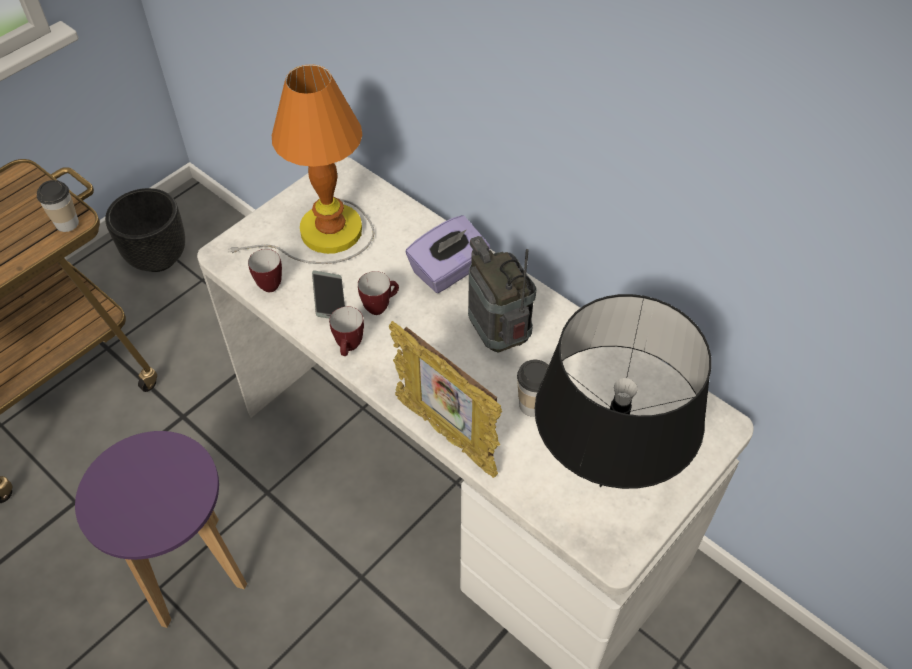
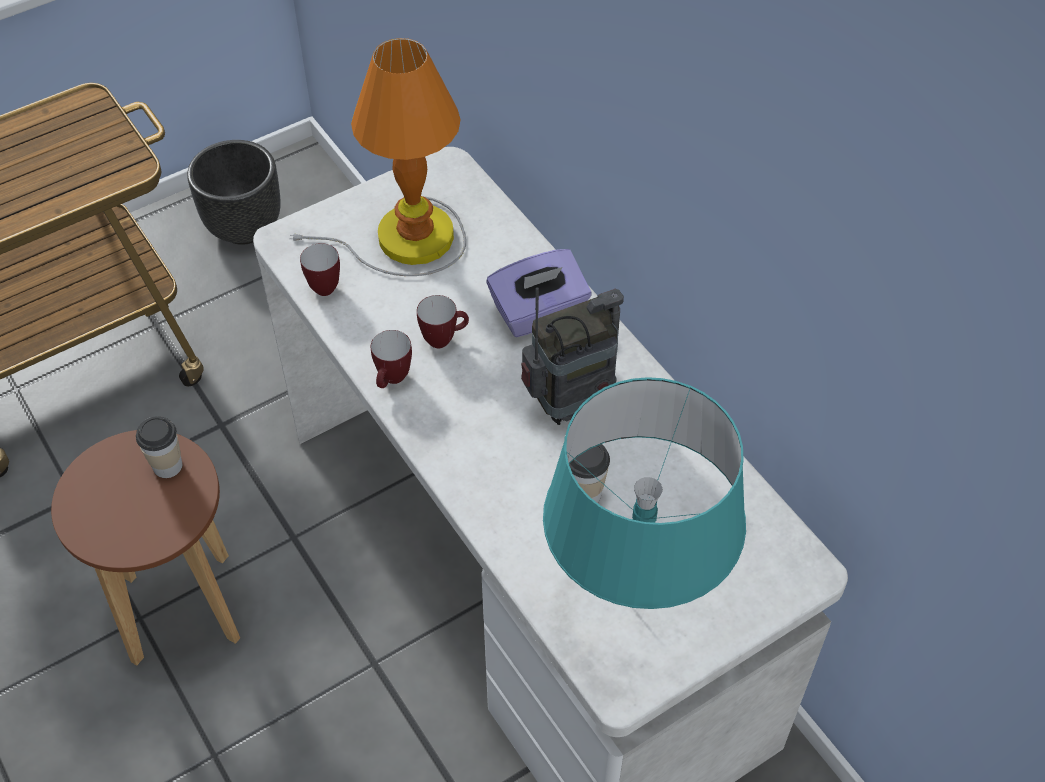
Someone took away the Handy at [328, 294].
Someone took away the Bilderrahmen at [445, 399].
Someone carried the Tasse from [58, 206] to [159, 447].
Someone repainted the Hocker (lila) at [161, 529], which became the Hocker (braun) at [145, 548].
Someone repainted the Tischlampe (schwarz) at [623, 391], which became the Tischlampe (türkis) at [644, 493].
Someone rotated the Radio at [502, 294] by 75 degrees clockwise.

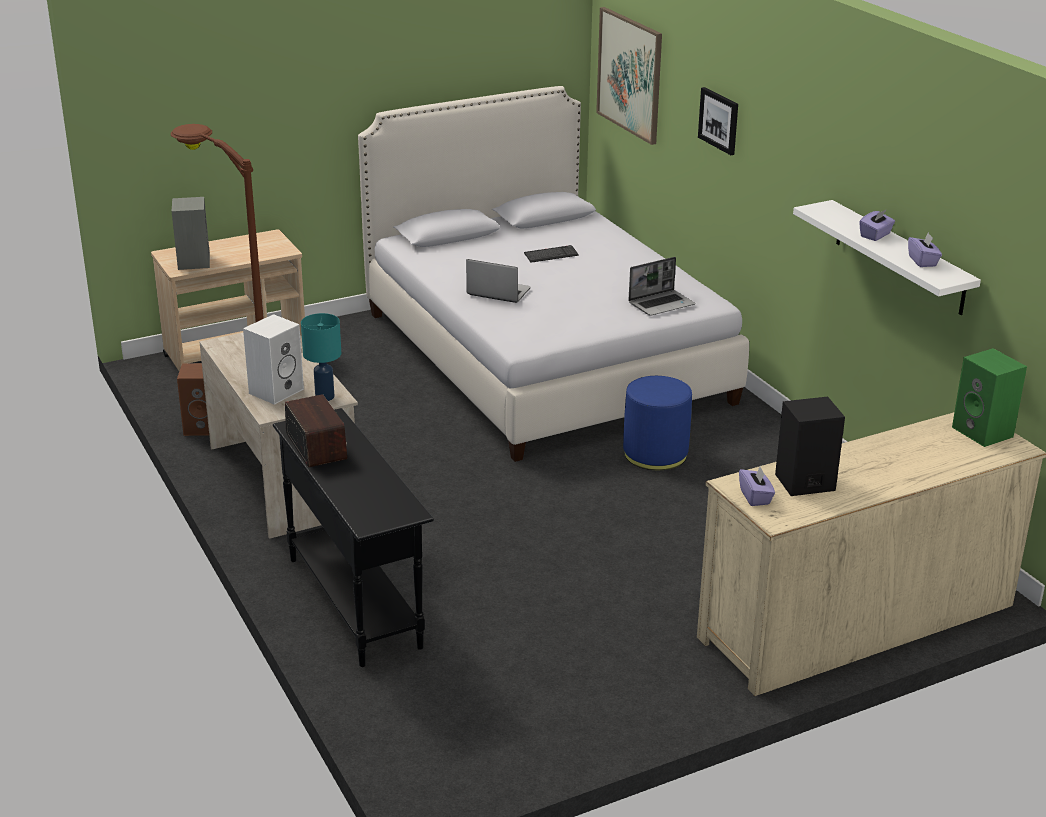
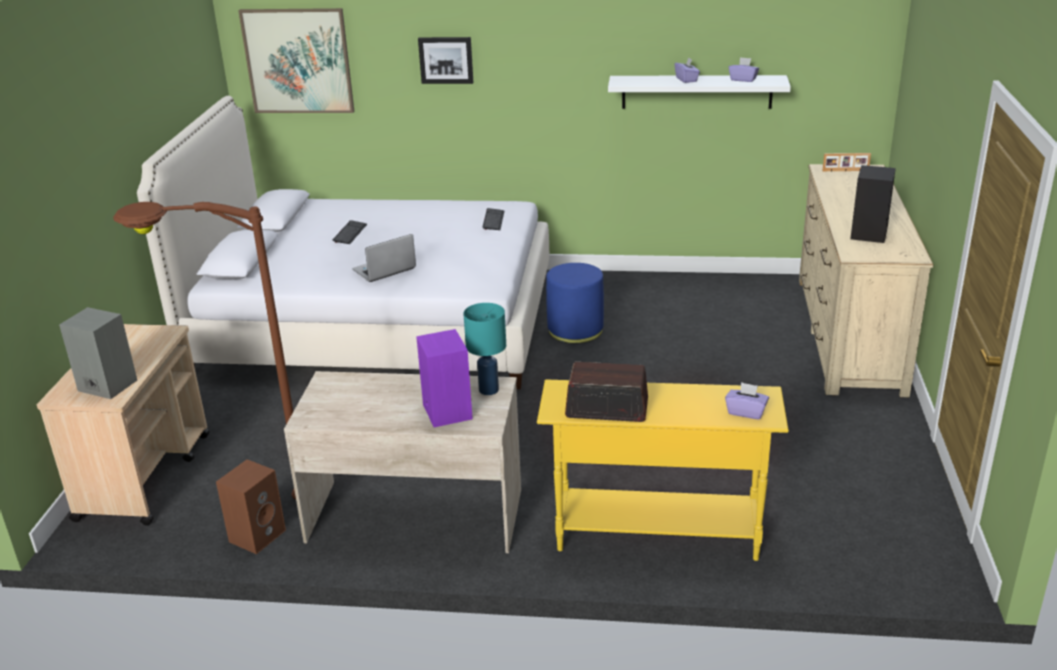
Someone carried the Taschentuchbox (lila) from [757, 486] to [747, 401].
Someone swapped the Laptop at [661, 286] for the Tastatur at [493, 219].
Someone swapped the Lautsprecher (grün) at [989, 397] for the Bilderrahmen at [846, 162].
Someone repainted the Lautsprecher (weiß) at [273, 359], which became the Lautsprecher (lila) at [444, 378].
Someone repainted the Konsolentisch (schwarz) at [353, 537], which became the Konsolentisch (gelb) at [663, 470].

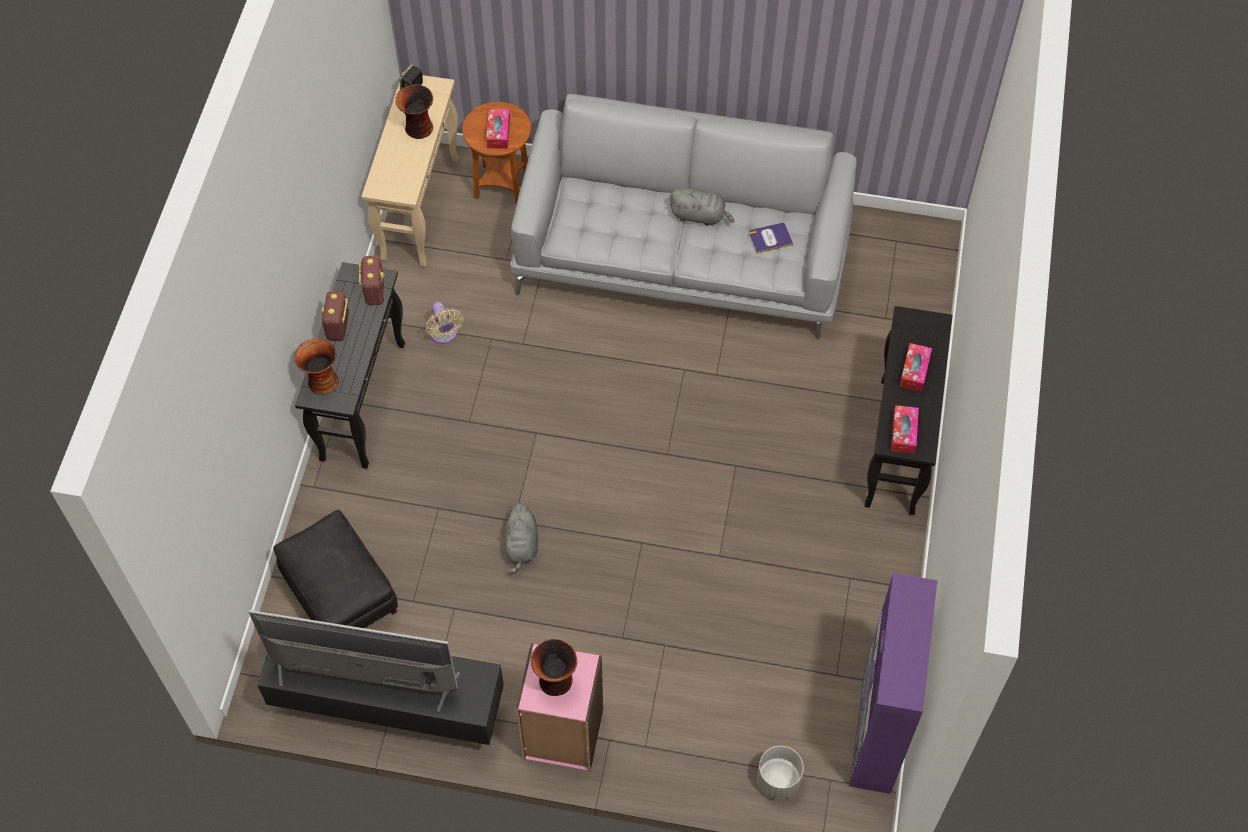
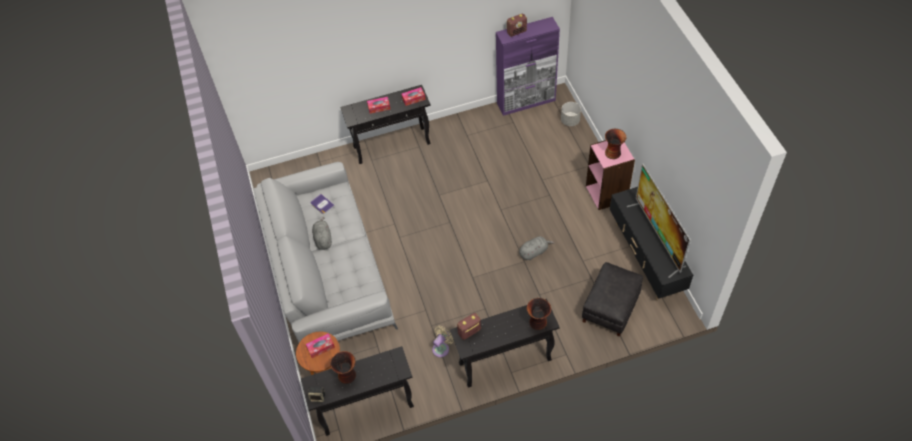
Someone carried the Radio from [335, 316] to [517, 25].
Someone repainted the Konsolentisch (beige) at [410, 169], which became the Konsolentisch (schwarz) at [357, 391].

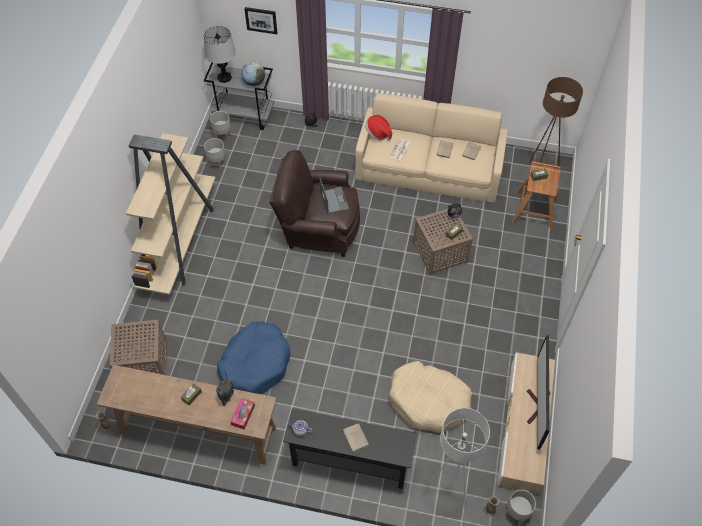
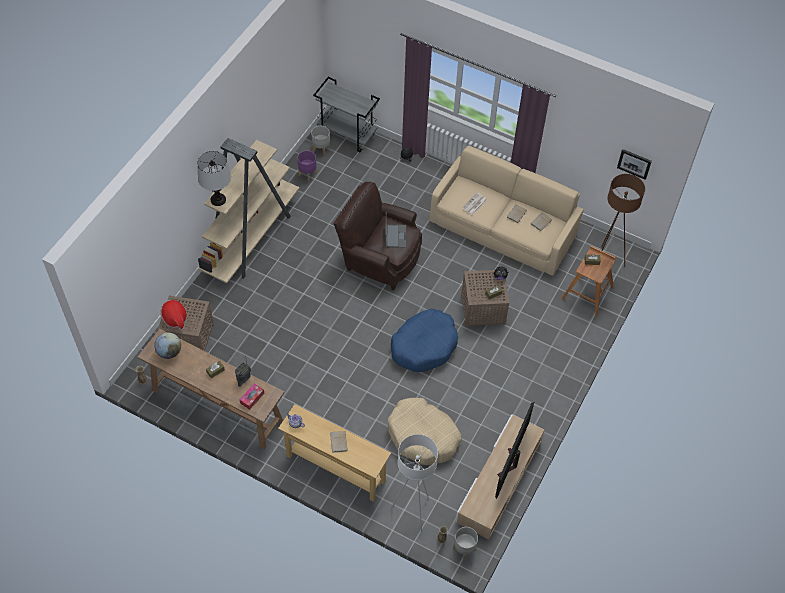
Someone carried the Tischlampe from [220, 54] to [214, 178].
Someone carried the Hundebett (blau) from [253, 357] to [424, 340].
Someone carried the Globus from [253, 74] to [167, 345].
Someone carried the Bild from [260, 20] to [634, 164].
Someone carried the Hut from [378, 128] to [173, 315].
Someone repainted the Pflanzkübel (grau) at [215, 154], which became the Pflanzkübel (lila) at [307, 166].
Someone repainted the Konsolentisch (schwarz) at [350, 448], which became the Konsolentisch (beige) at [334, 453].

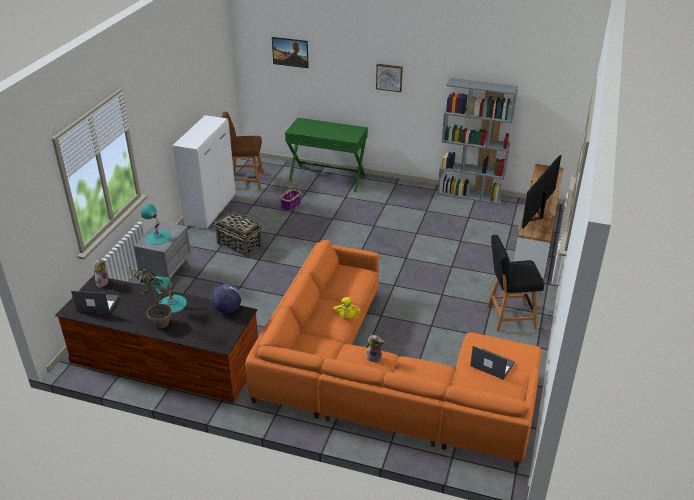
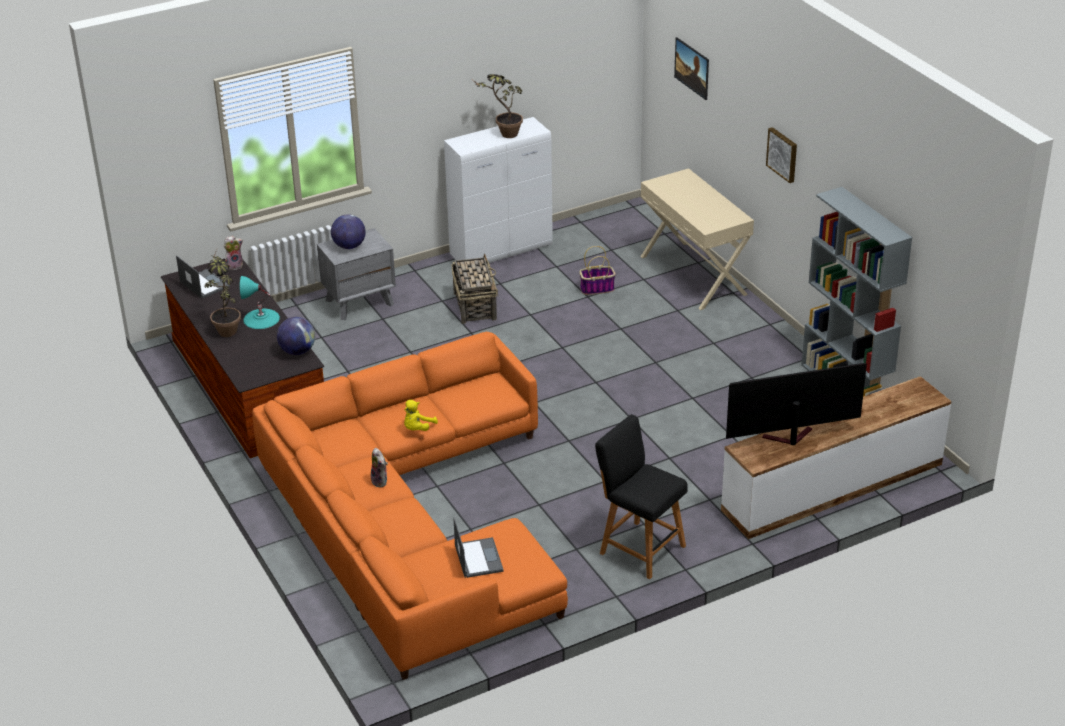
Someone took away the Hocker (braun) at [242, 150].
Someone put down the Topfpflanze at [498, 106].
Someone swapped the Tischlampe (türkis) at [156, 224] for the Globus at [348, 231].
Someone repainted the Konsolentisch (grün) at [326, 155], which became the Konsolentisch (beige) at [697, 239].

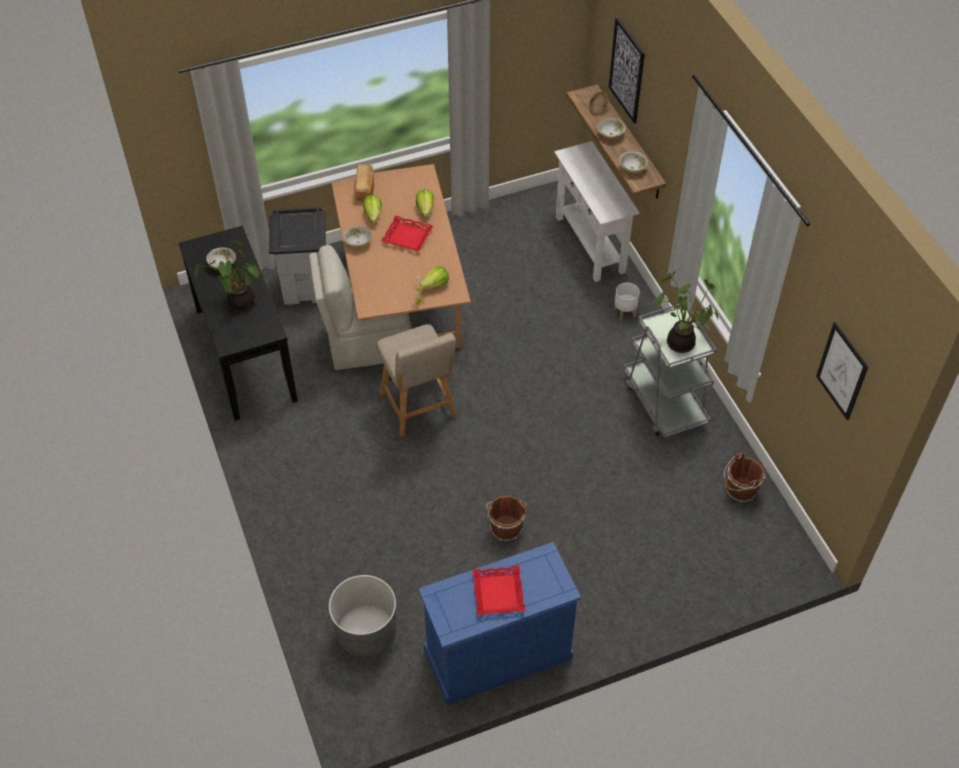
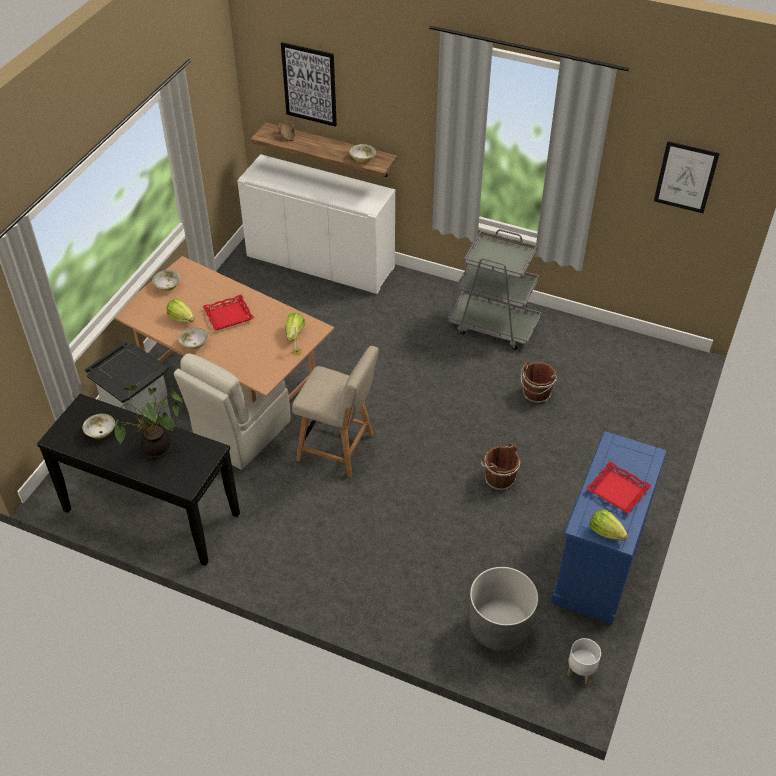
Someone took away the Brot at [364, 182].
Someone took away the Topfpflanze at [686, 312].
Someone carried the Salatkopf from [425, 203] to [608, 524].
Someone carried the Schüssel from [611, 128] to [166, 280].
Someone carried the Pflanzkübel (weiß) from [627, 301] to [584, 661].
Someone carried the Eimer (braun) from [744, 477] to [539, 383].
Someone swapped the Konsolentisch (weiß) at [597, 211] for the Schrank (weiß) at [316, 224].

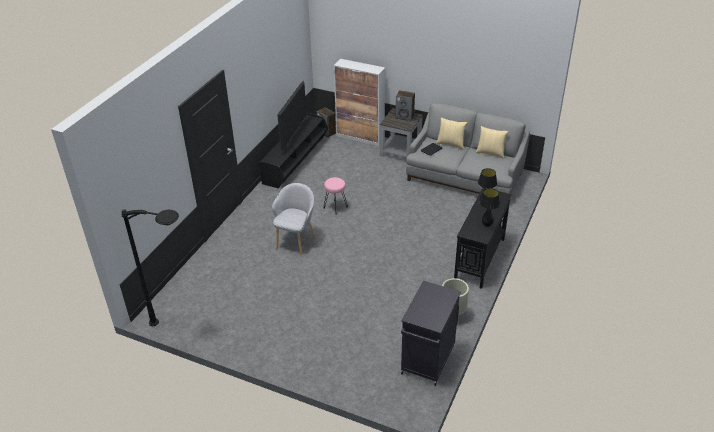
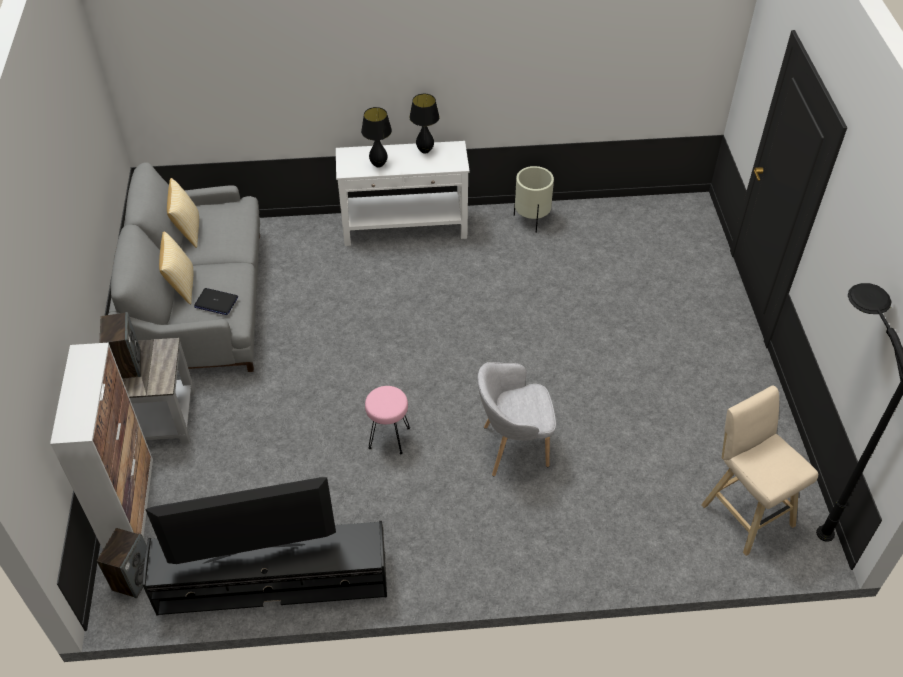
Someone took away the Schrank (schwarz) at [431, 333].
Someone put down the Hocker (beige) at [759, 470].
Someone repainted the Konsolentisch (schwarz) at [483, 238], which became the Konsolentisch (weiß) at [403, 193].

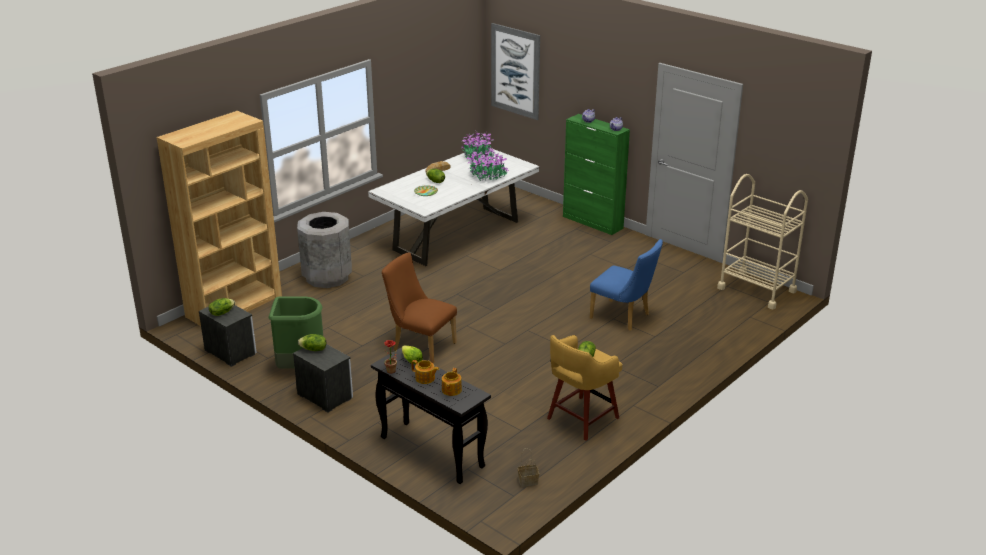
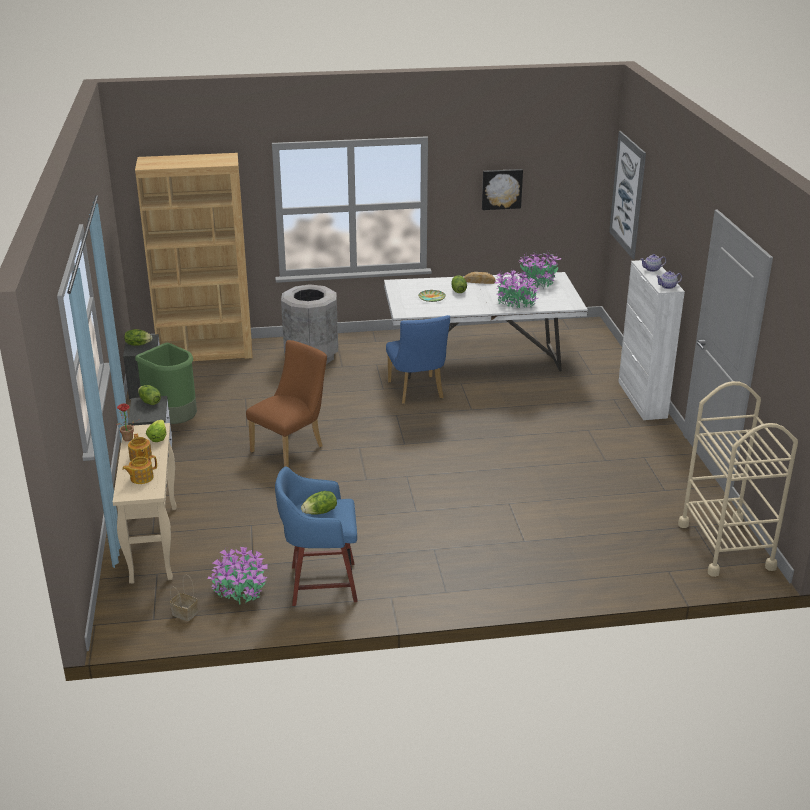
Someone put down the Topfpflanze at [238, 576].
Someone put up the Bild at [502, 189].
Someone carried the Stuhl (blau) from [626, 285] to [418, 359].
Someone repainted the Konsolentisch (schwarz) at [431, 416], which became the Konsolentisch (beige) at [145, 503].
Someone repainted the Hocker (gelb) at [584, 388], which became the Hocker (blau) at [316, 536].
Someone repainted the Schrank (grün) at [596, 174], which became the Schrank (weiß) at [651, 340].
Someone rotated the Stuhl (braun) at [419, 308] by 60 degrees clockwise.

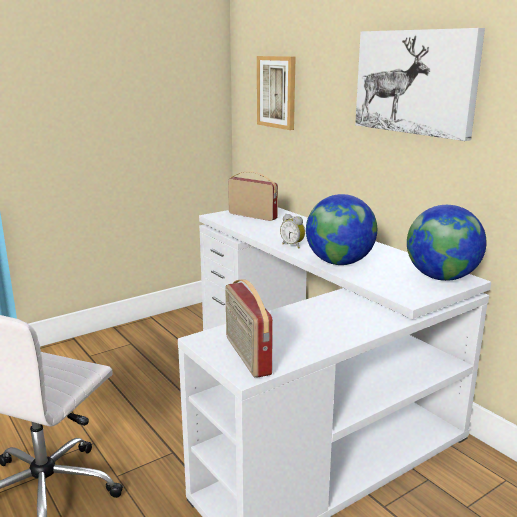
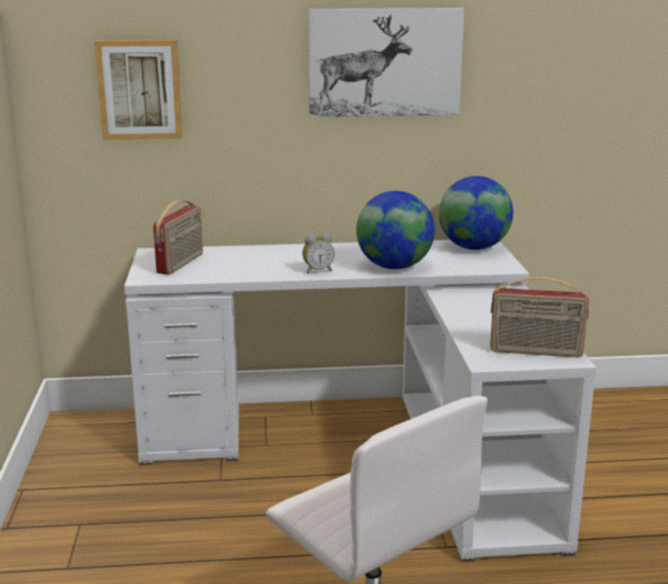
Someone rotated the Radio at [253, 196] by 135 degrees clockwise.

